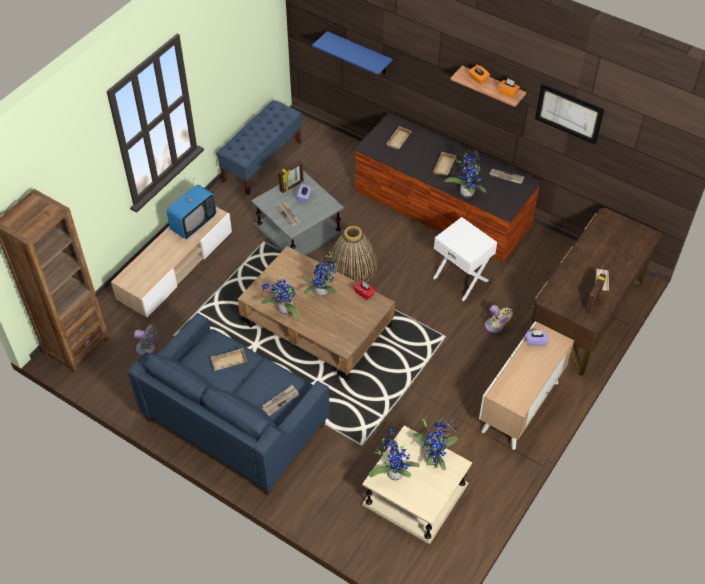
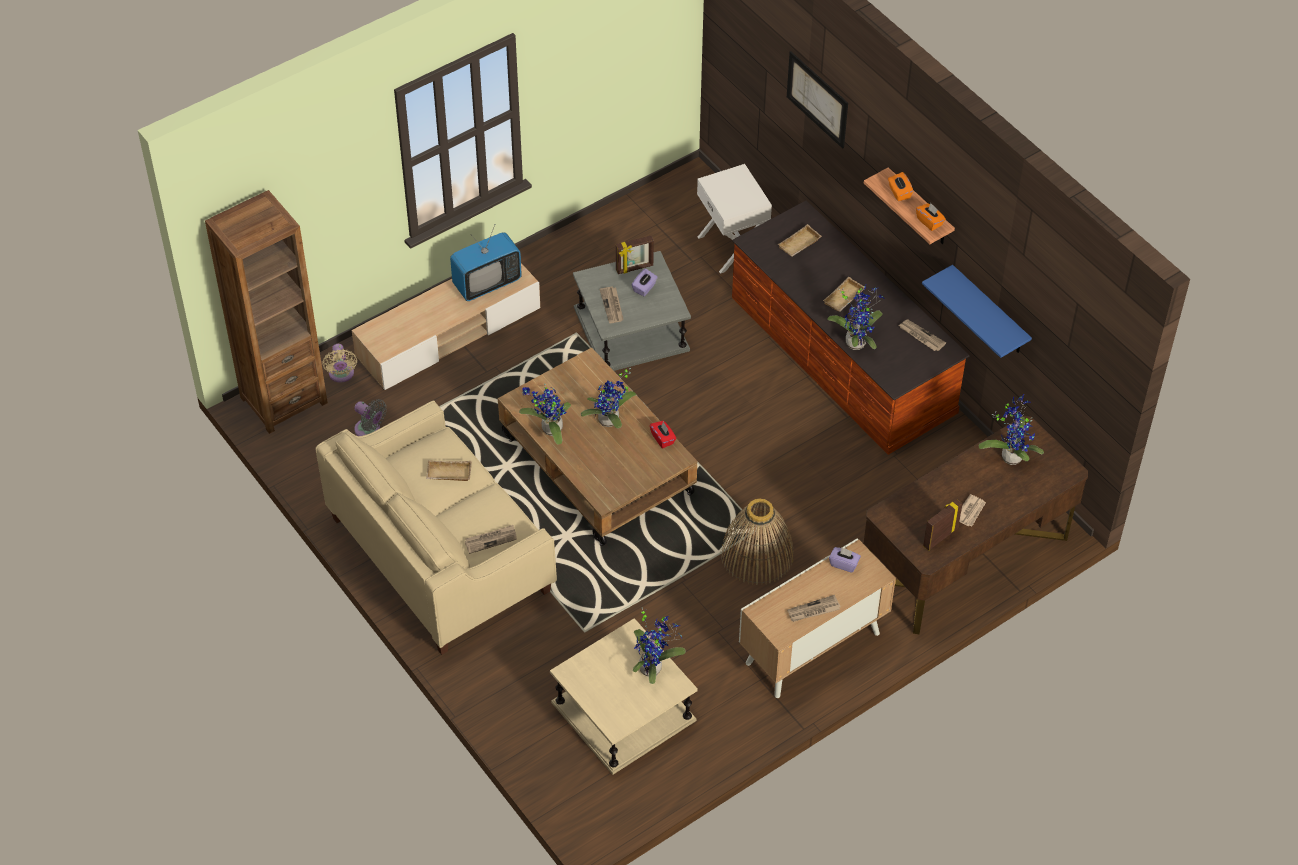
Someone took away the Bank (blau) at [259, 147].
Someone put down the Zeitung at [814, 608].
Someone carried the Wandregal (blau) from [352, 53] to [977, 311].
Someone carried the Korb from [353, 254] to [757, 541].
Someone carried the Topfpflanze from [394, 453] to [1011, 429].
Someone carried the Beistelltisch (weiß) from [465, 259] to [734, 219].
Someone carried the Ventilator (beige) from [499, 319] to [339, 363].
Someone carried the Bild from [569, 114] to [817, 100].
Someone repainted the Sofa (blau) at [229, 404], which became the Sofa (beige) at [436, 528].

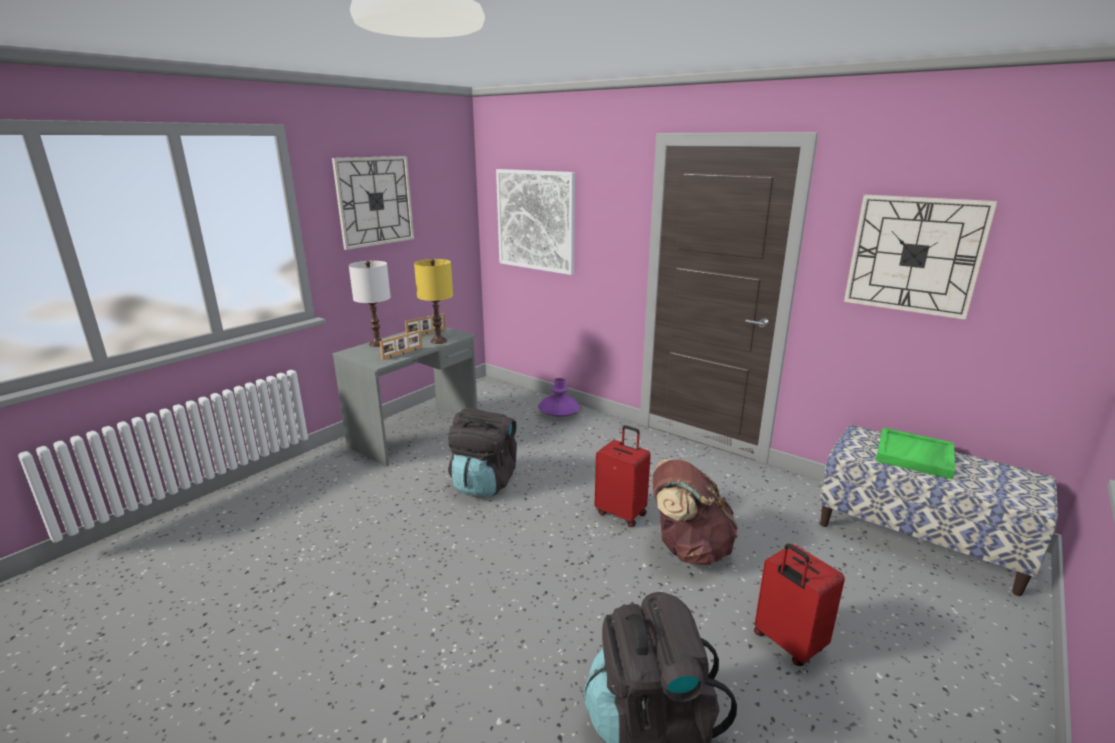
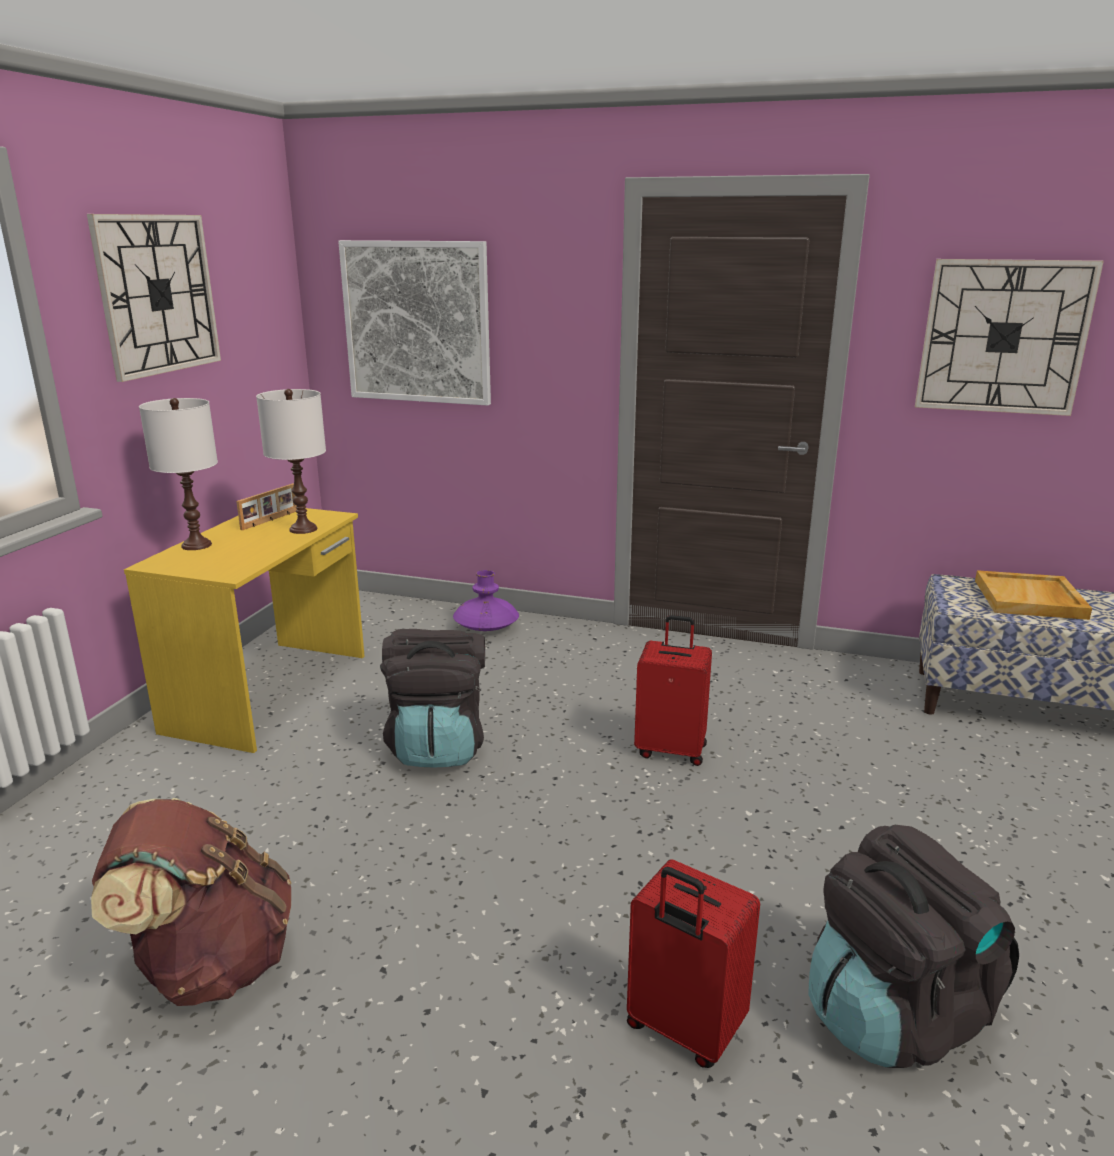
Someone took away the Bilderrahmen at [401, 345].
Someone carried the Rucksack (braun) from [695, 512] to [191, 902].
Someone carried the Koffer (rot) from [799, 605] to [693, 963].
Someone repainted the Schreibtisch (grau) at [405, 396], which became the Schreibtisch (gelb) at [244, 630].
Someone repainted the Tischlampe (gelb) at [433, 301], which became the Tischlampe (weiß) at [291, 461].
Someone repainted the Tablett (grün) at [915, 454], which became the Tablett (beige) at [1033, 595].

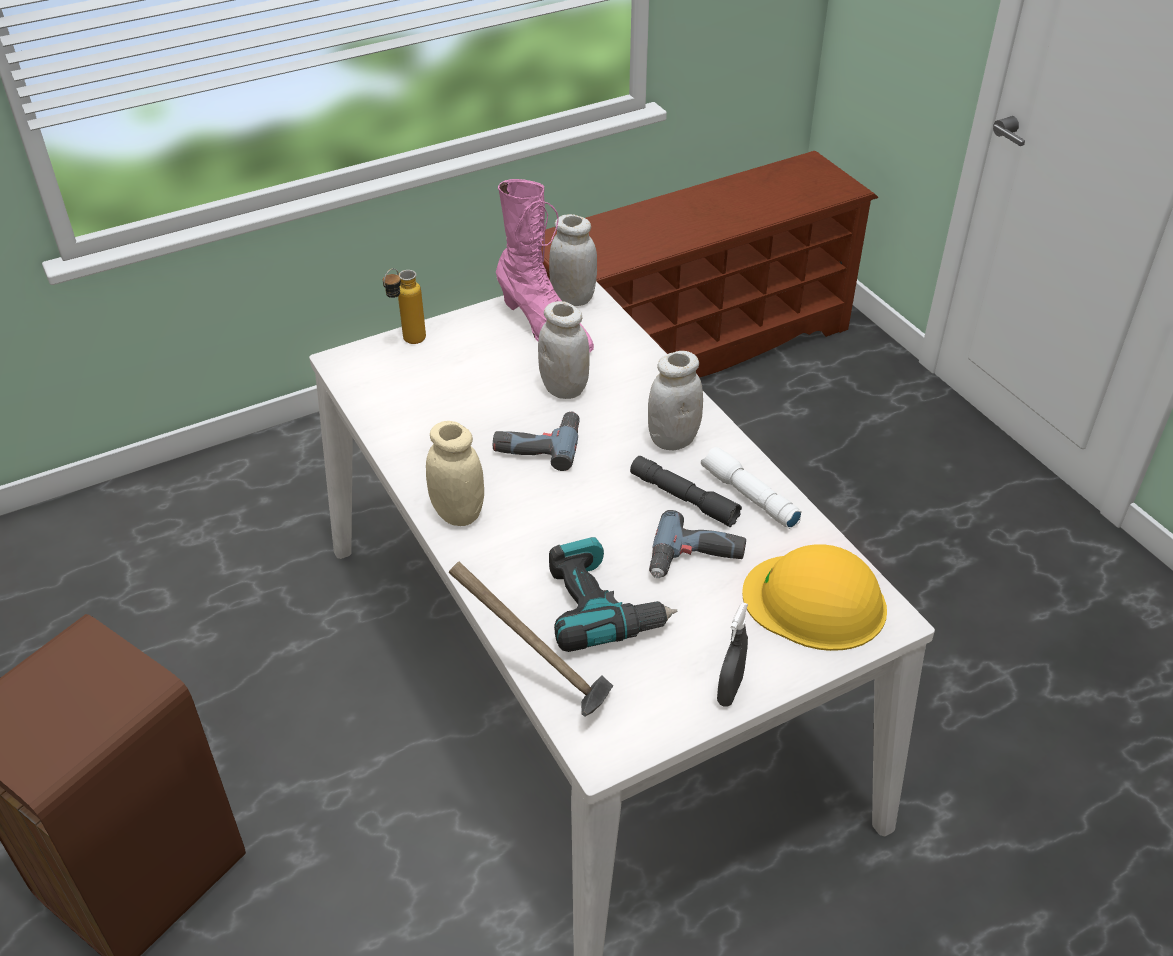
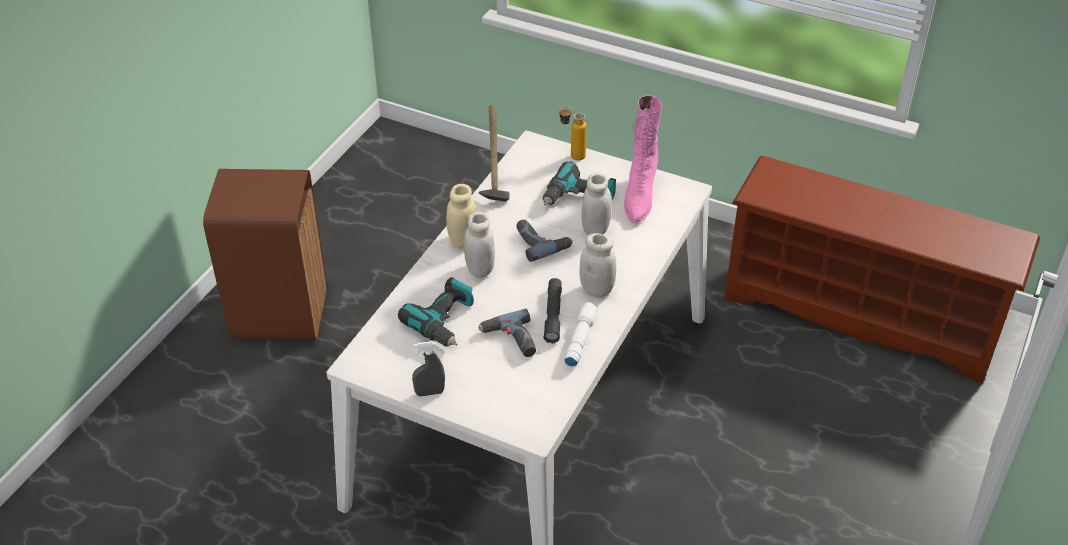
Someone took away the Schutzhelm (gelb) at [814, 597].
Someone put down the Bohrmaschine at [579, 183].
Someone carried the Hammer from [531, 639] to [494, 153].
Someone carried the Vorratsglas (weiß) from [573, 260] to [479, 245].

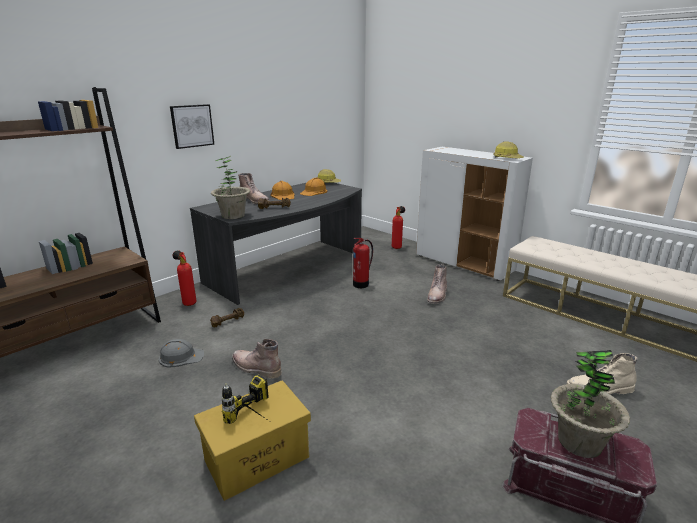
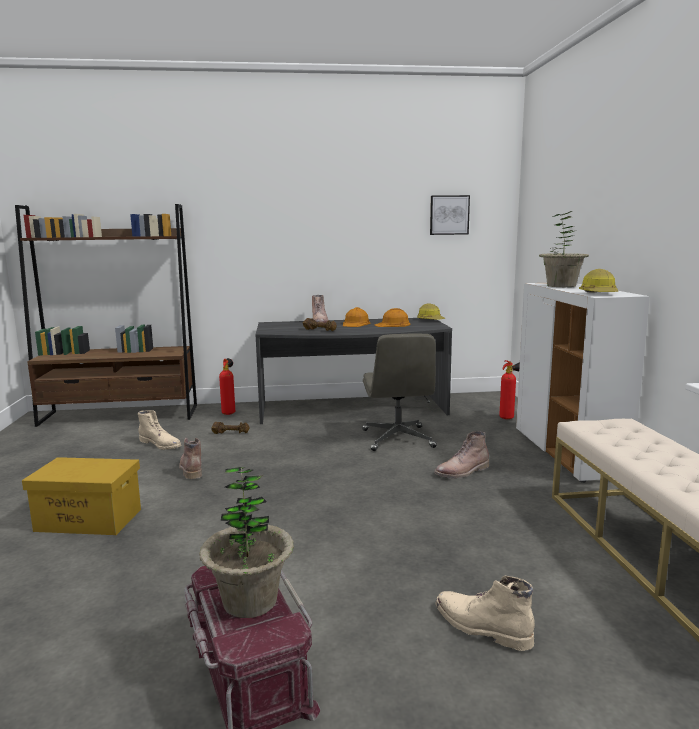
Someone took away the Bohrmaschine at [245, 399].
Someone carried the Bild from [192, 126] to [450, 215].
Someone carried the Topfpflanze from [230, 187] to [564, 249].
Someone swapped the Schutzhelm (grau) at [181, 353] for the Stiefel (beige) at [160, 430].
Someone swapped the Feuerlöscher at [363, 263] for the Bürostuhl (grau) at [399, 392].

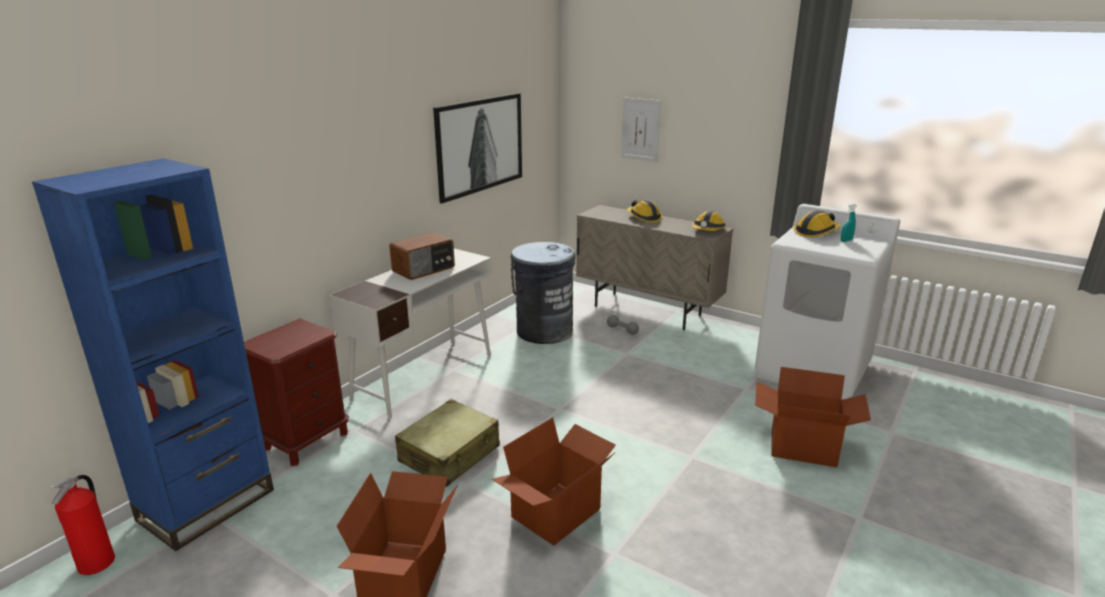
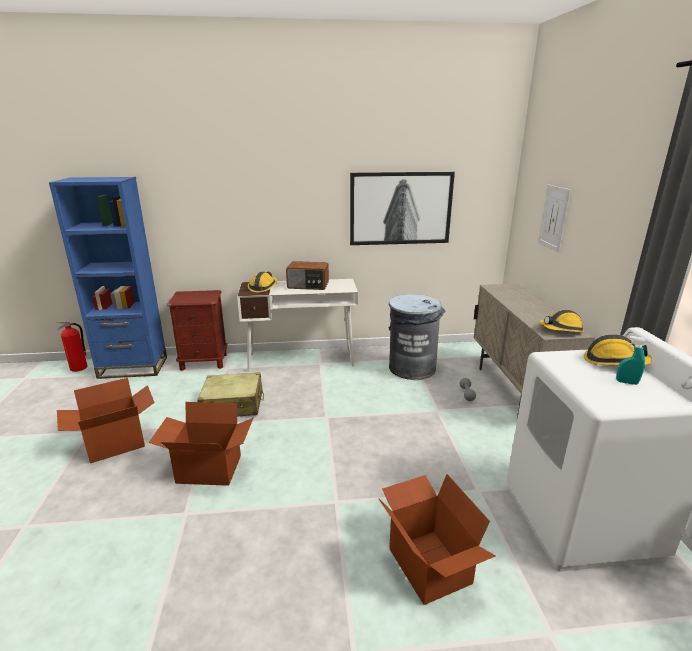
Someone carried the Schutzhelm from [644, 211] to [262, 282].

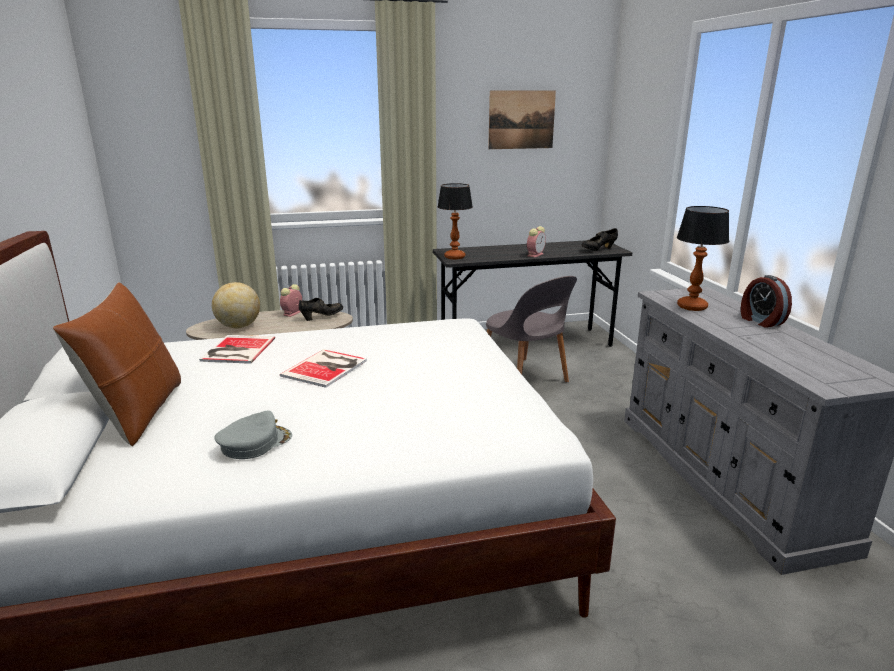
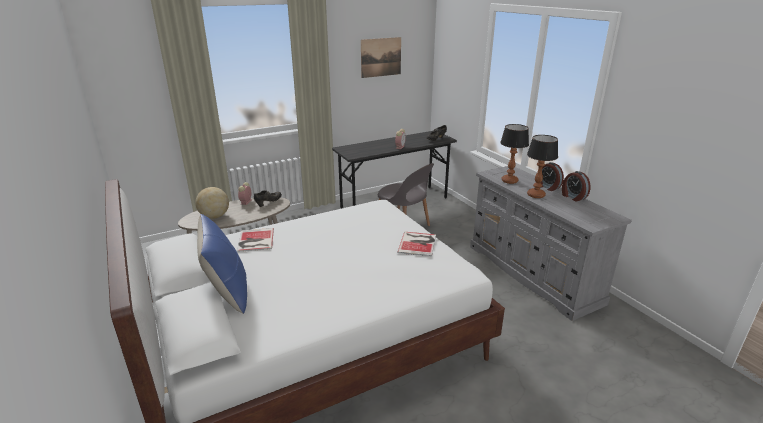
Someone took away the Kappe (grau) at [253, 435].
Someone put down the Wecker at [576, 186].
Someone carried the Buch from [323, 368] to [416, 244].
Someone carried the Tischlampe from [455, 221] to [542, 166].
Someone repainted the Kissen (braun) at [117, 364], which became the Kissen (blau) at [222, 264].

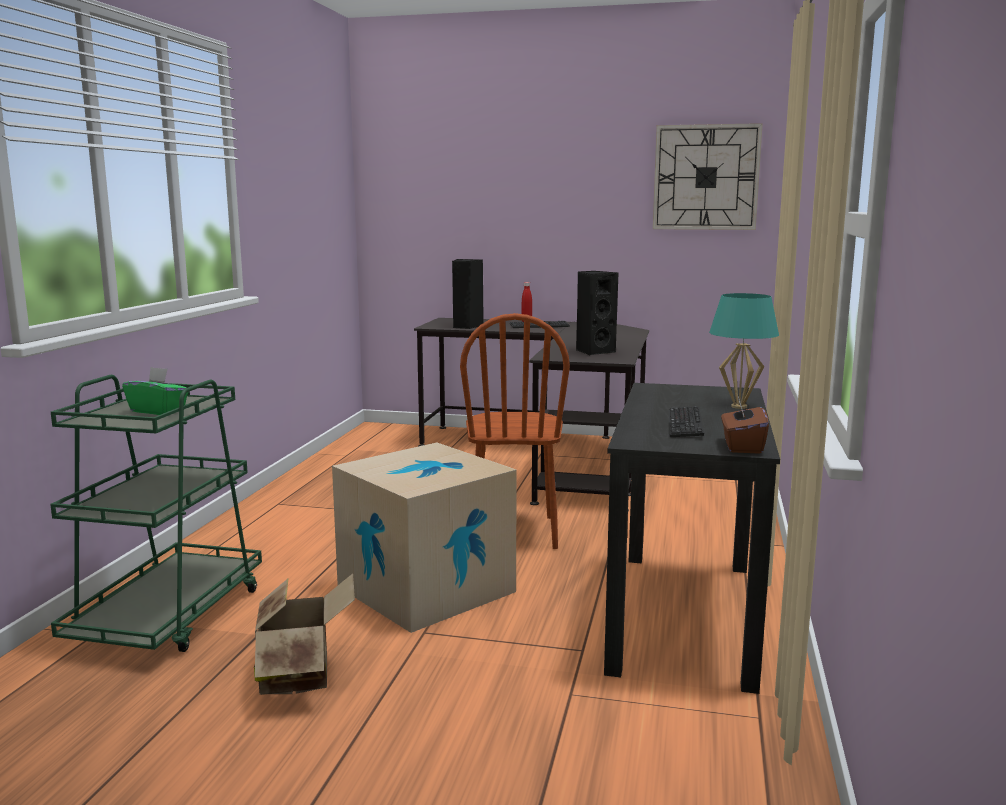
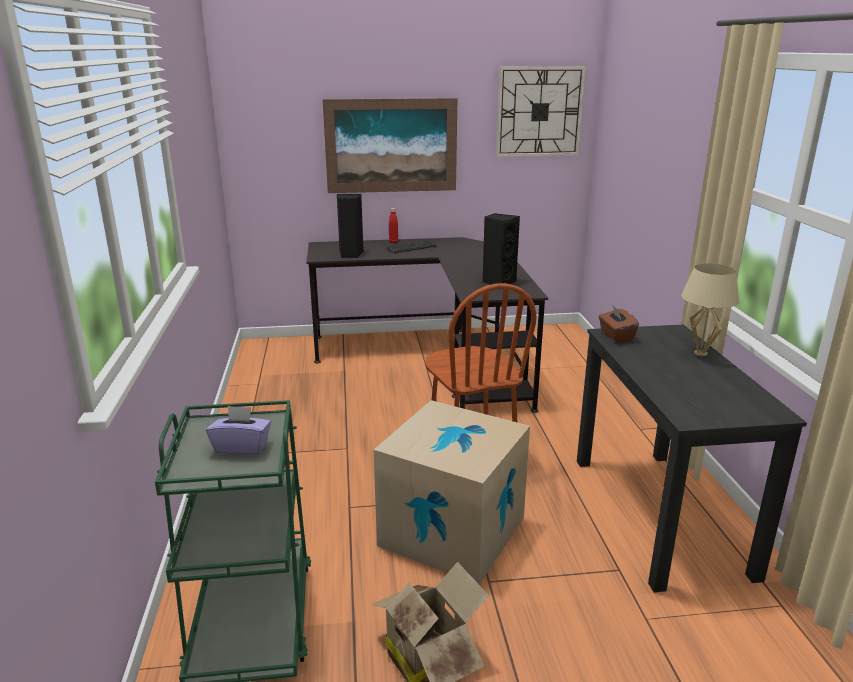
Someone took away the Tastatur at [686, 421].
Someone put up the Bild at [390, 145].
Someone carried the Taschentuchbox (braun) from [745, 425] to [619, 323].
Someone repainted the Taschentuchbox (grün) at [155, 391], which became the Taschentuchbox (lila) at [238, 430].
Someone repainted the Tischlampe (türkis) at [744, 351], which became the Tischlampe (beige) at [710, 309].

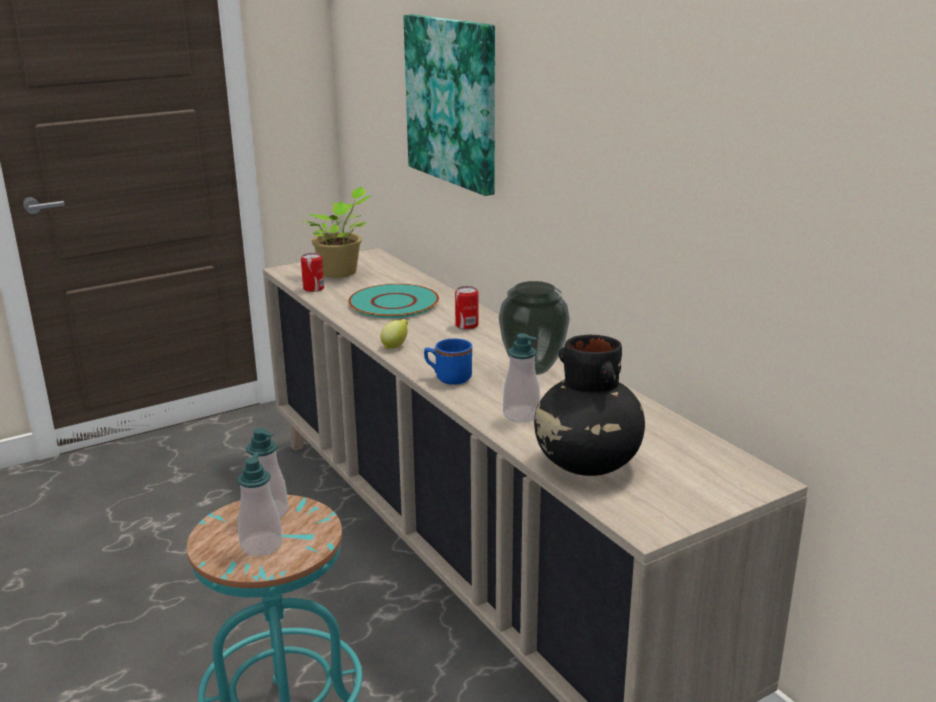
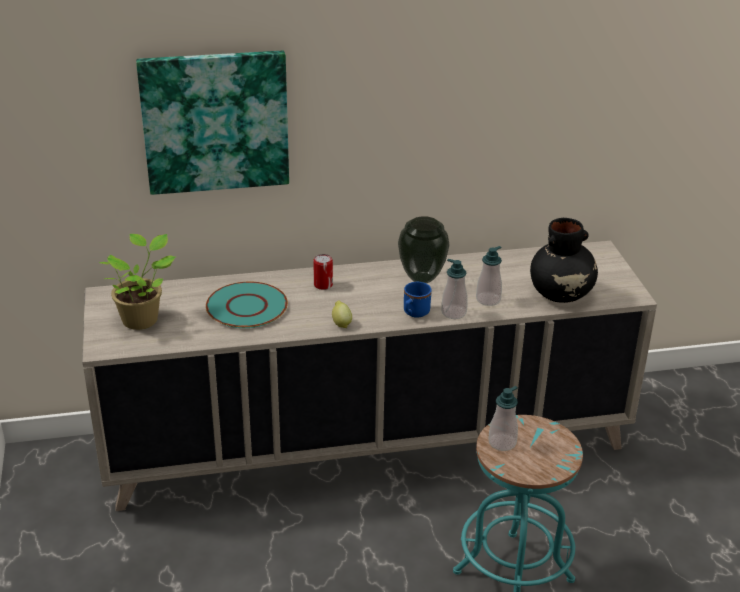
Someone took away the Dose at [312, 272].
Someone carried the Seifenspender from [259, 504] to [454, 289].

